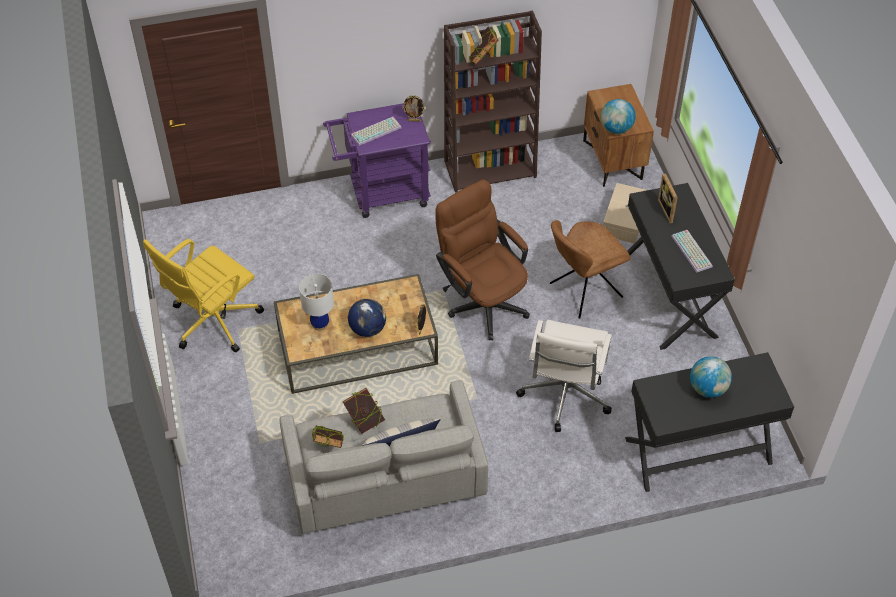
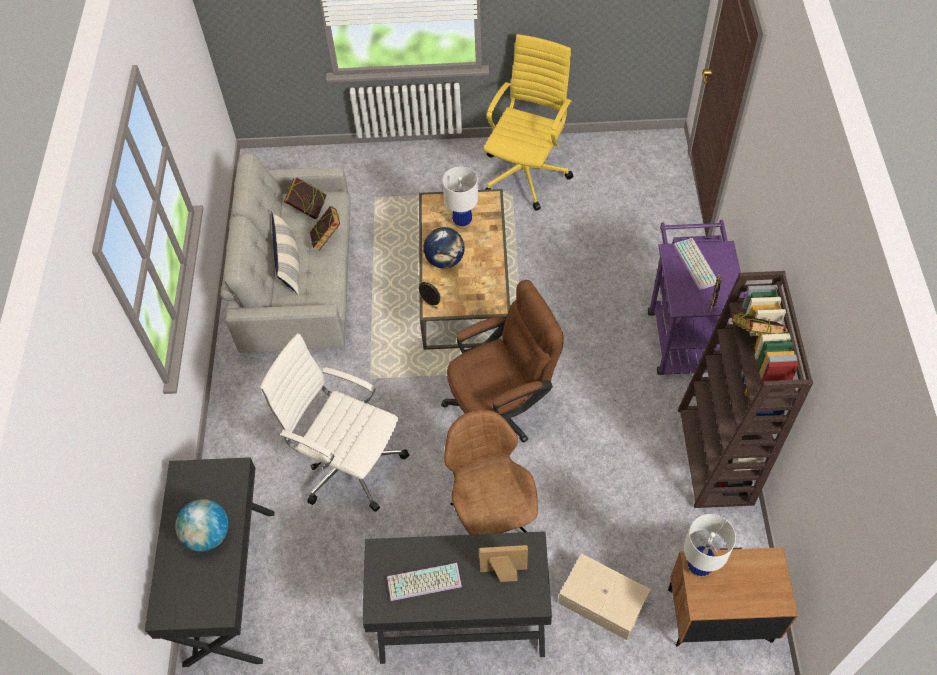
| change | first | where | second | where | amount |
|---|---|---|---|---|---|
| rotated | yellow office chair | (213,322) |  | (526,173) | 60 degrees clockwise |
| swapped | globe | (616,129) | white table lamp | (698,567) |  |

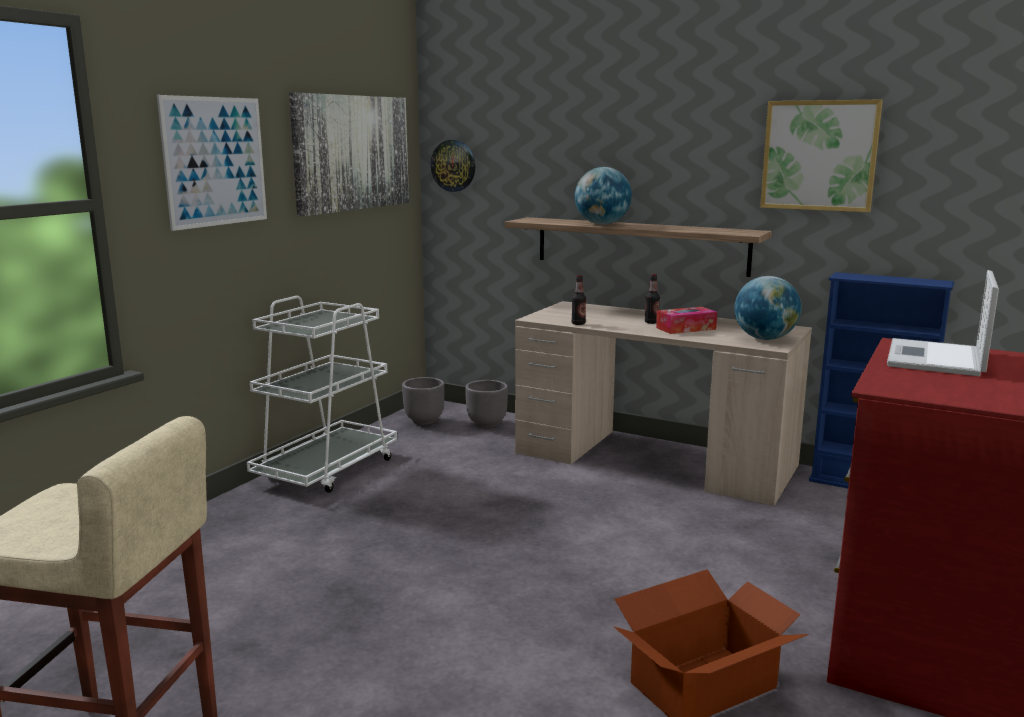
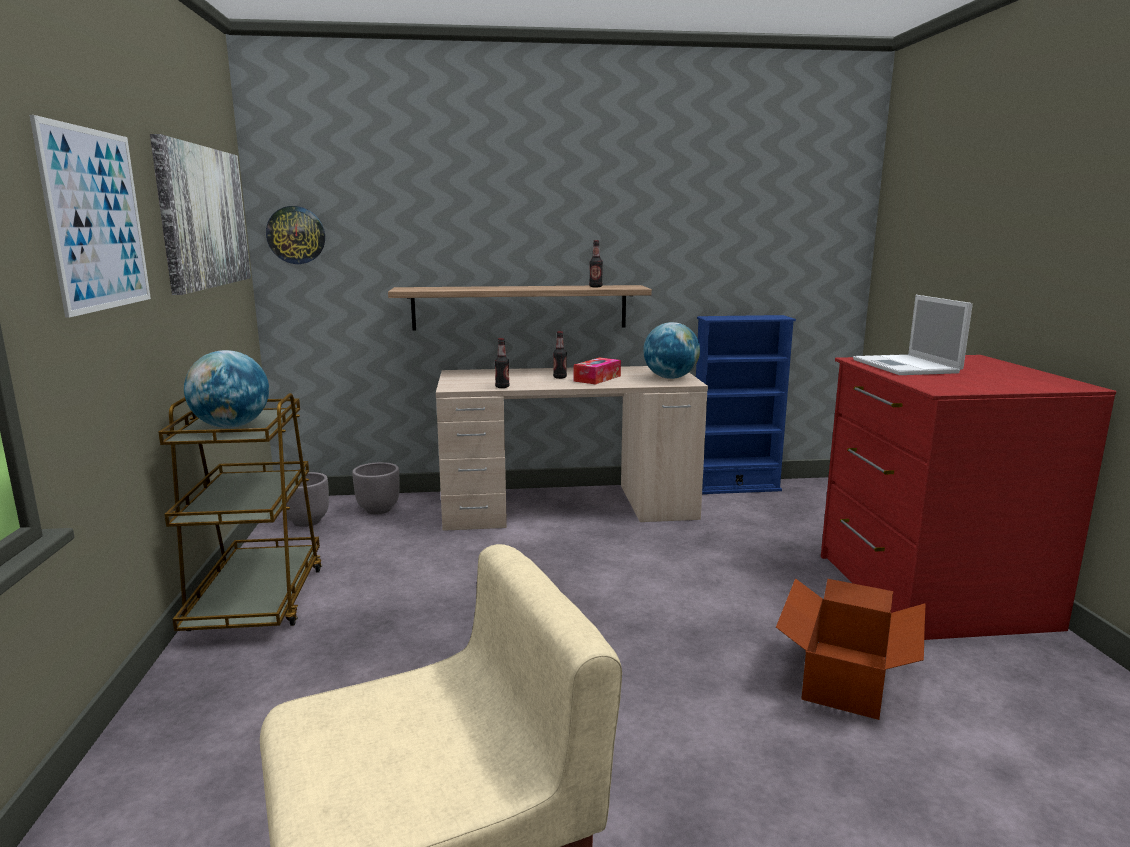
| change | first | where | second | where | amount |
|---|---|---|---|---|---|
| repainted | white cart | (327,469) | brown cart | (257,601) |  |
| shifted | globe | (602,224) |  | (231,426) |  |
| new |  |  | bottle | (595,287) |  |
| gone | picture | (819,155) |  |  |  |

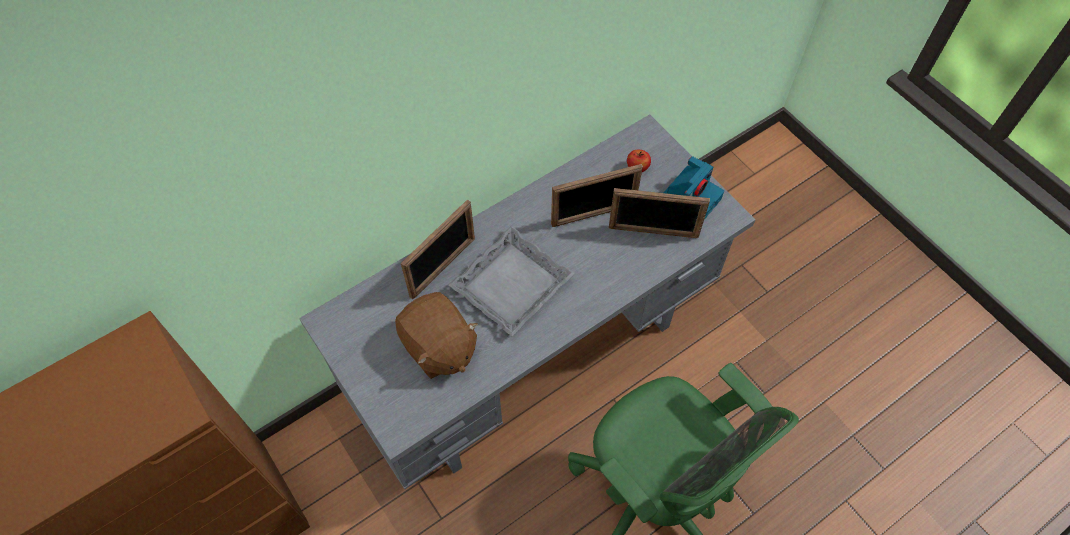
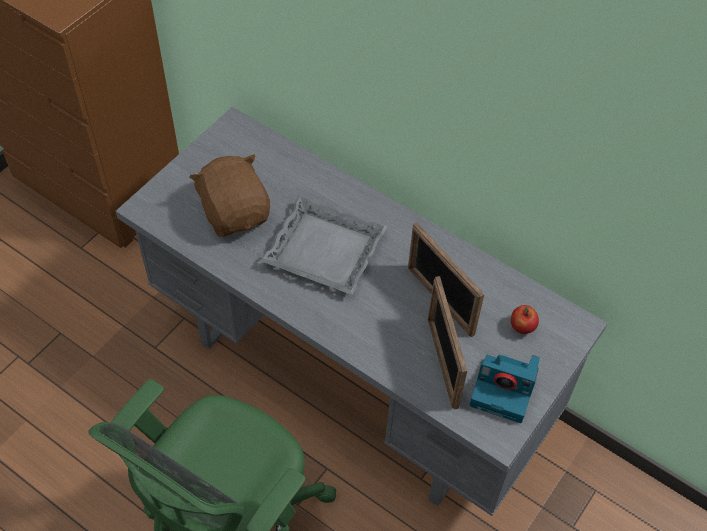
| change | first | where | second | where | amount |
|---|---|---|---|---|---|
| rotated | brown plush toy | (438,347) |  | (235,213) | 120 degrees clockwise |
| gone | picture frame | (443,267) |  |  |  |

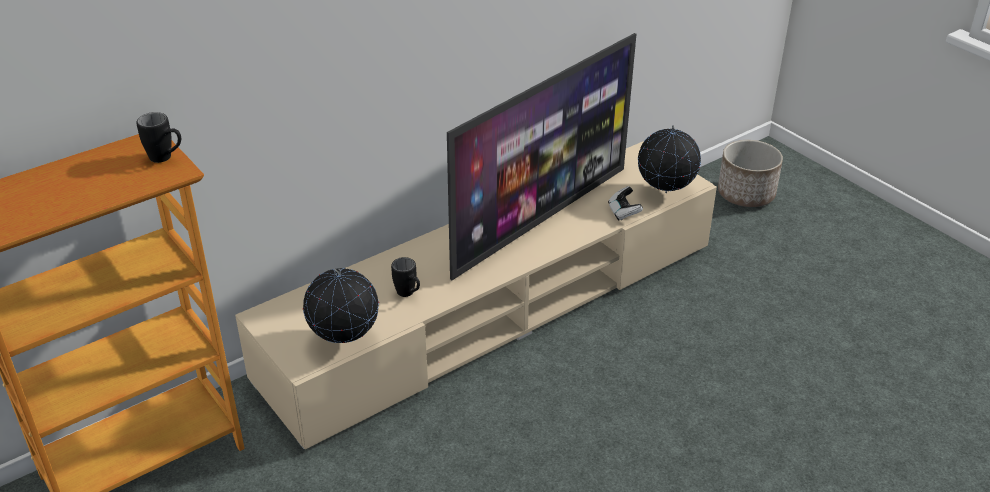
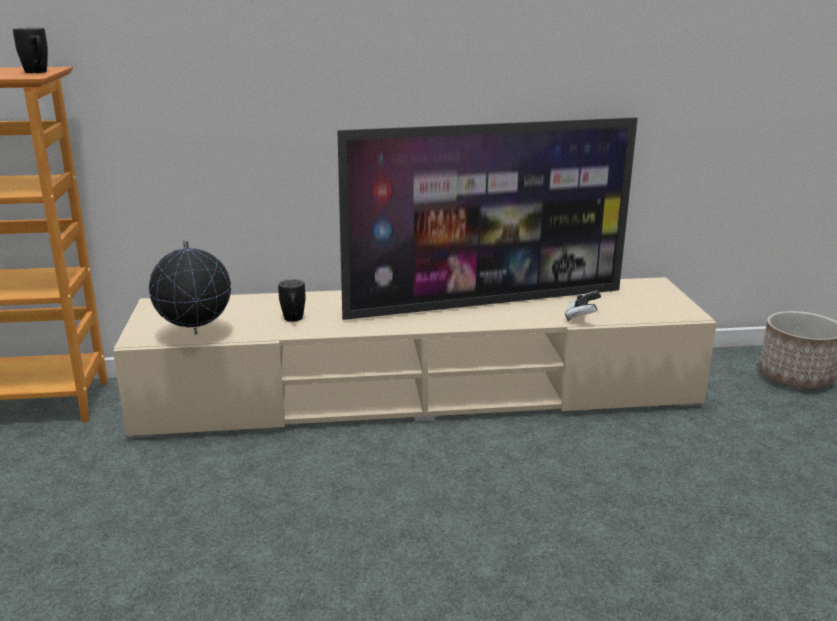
| change | first | where | second | where | amount |
|---|---|---|---|---|---|
| gone | globe | (665,193) |  |  |  |

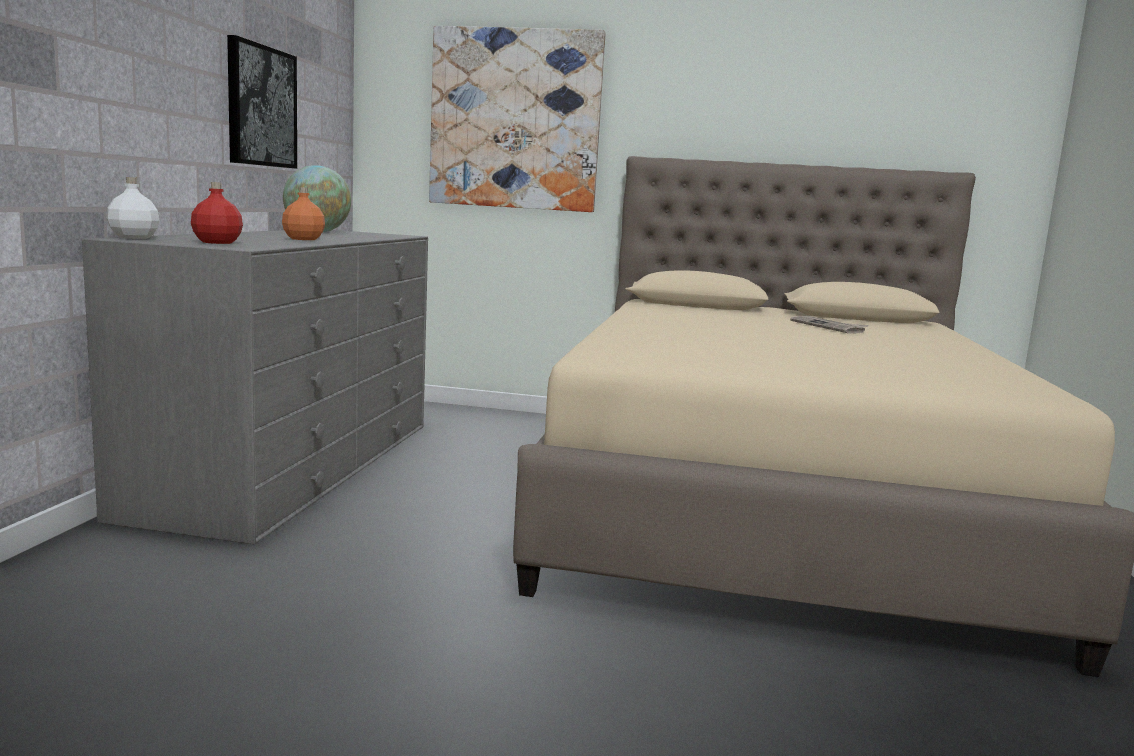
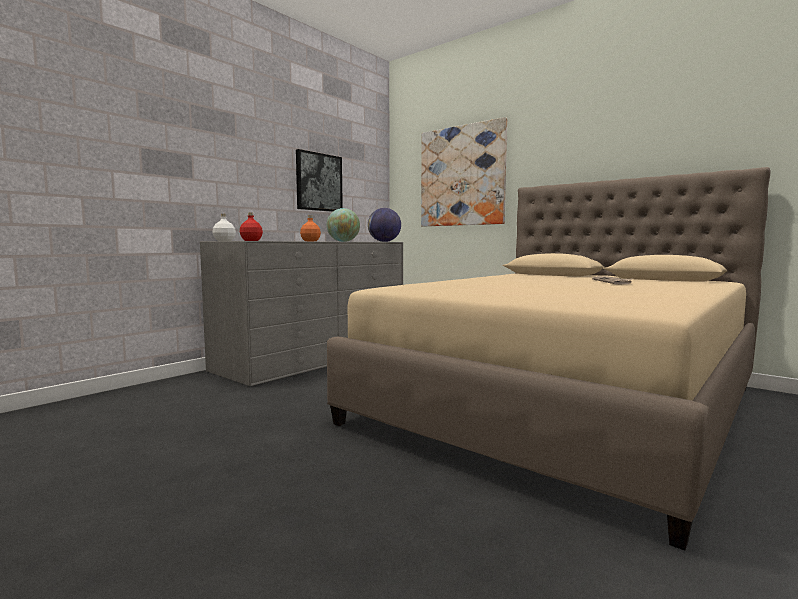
| change | first | where | second | where | amount |
|---|---|---|---|---|---|
| new |  |  | globe | (384,241) |  |

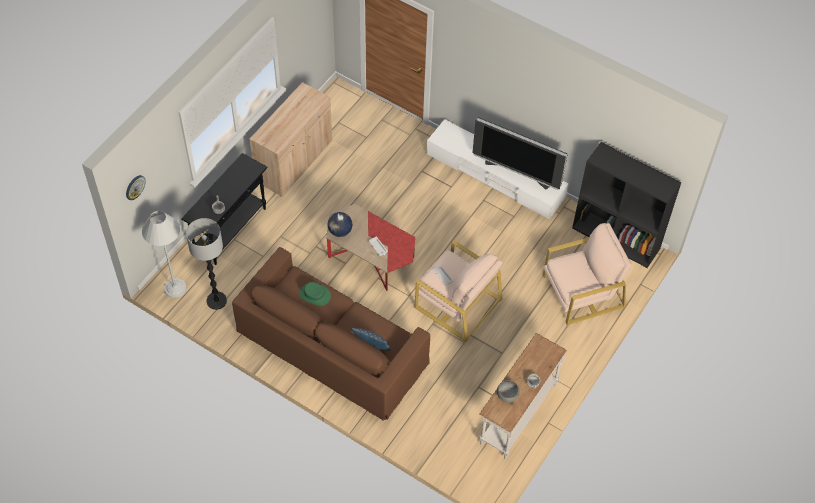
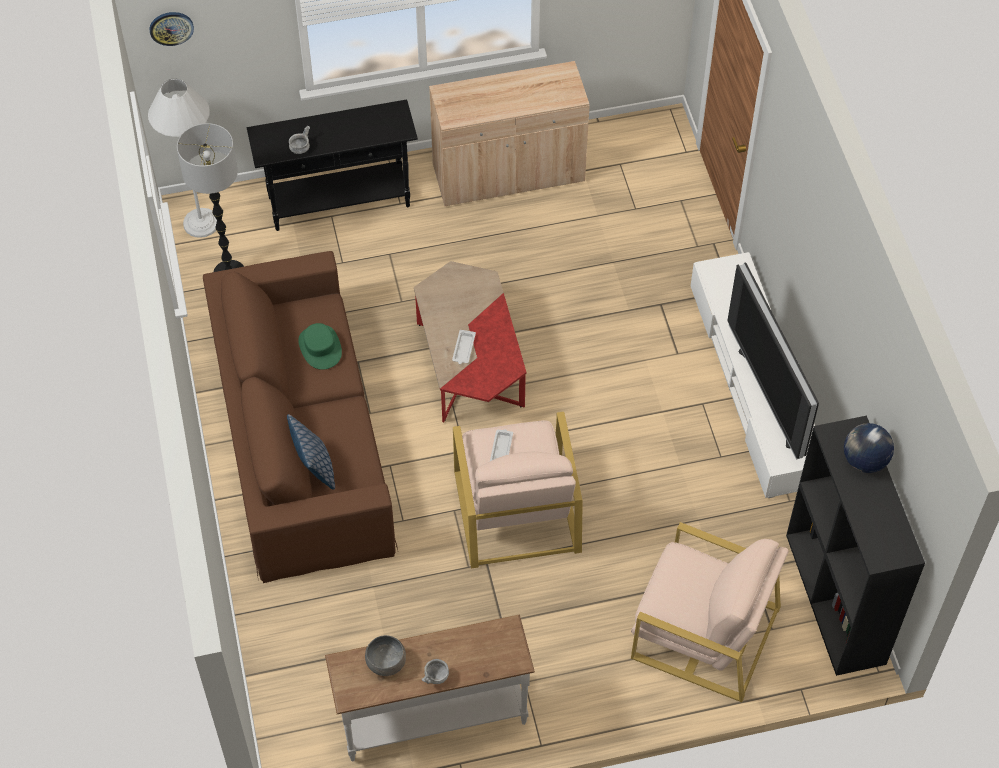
| change | first | where | second | where | amount |
|---|---|---|---|---|---|
| shifted | globe | (340,231) |  | (864,460) |  |

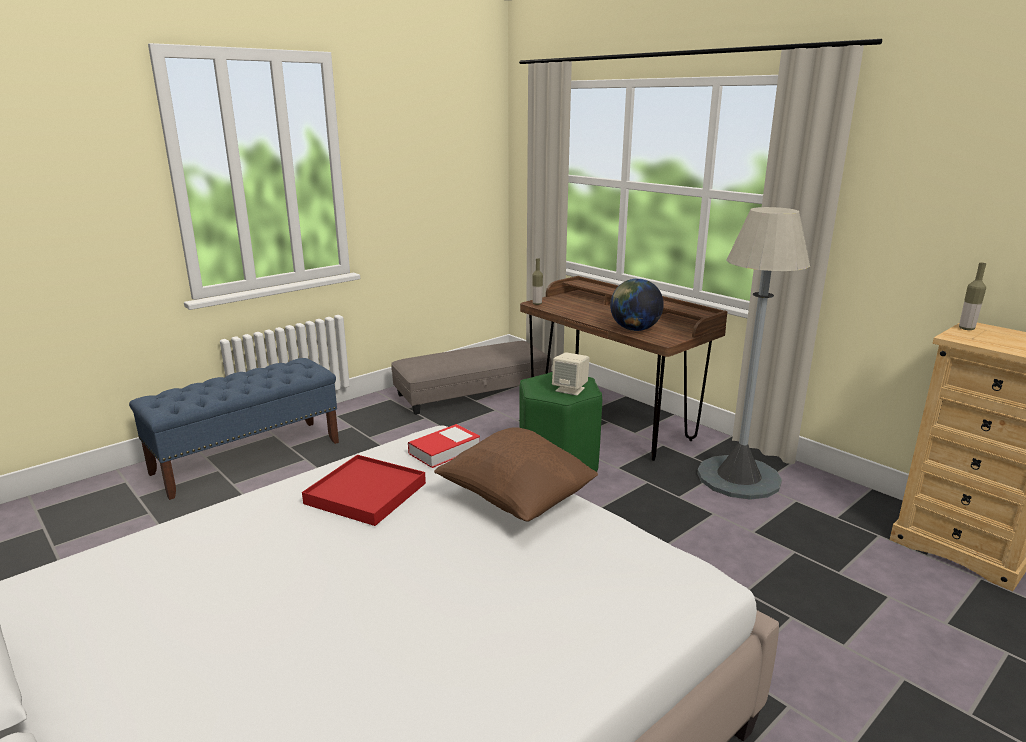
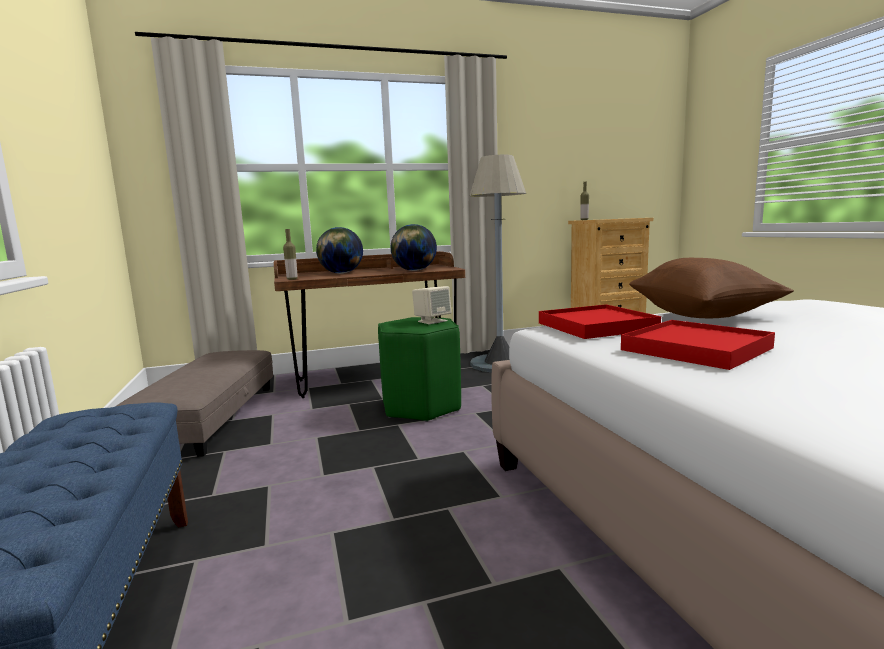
| change | first | where | second | where | amount |
|---|---|---|---|---|---|
| new |  |  | globe | (341,273) |  |
| swapped | book | (444,451) | red tray | (596,326) |  |

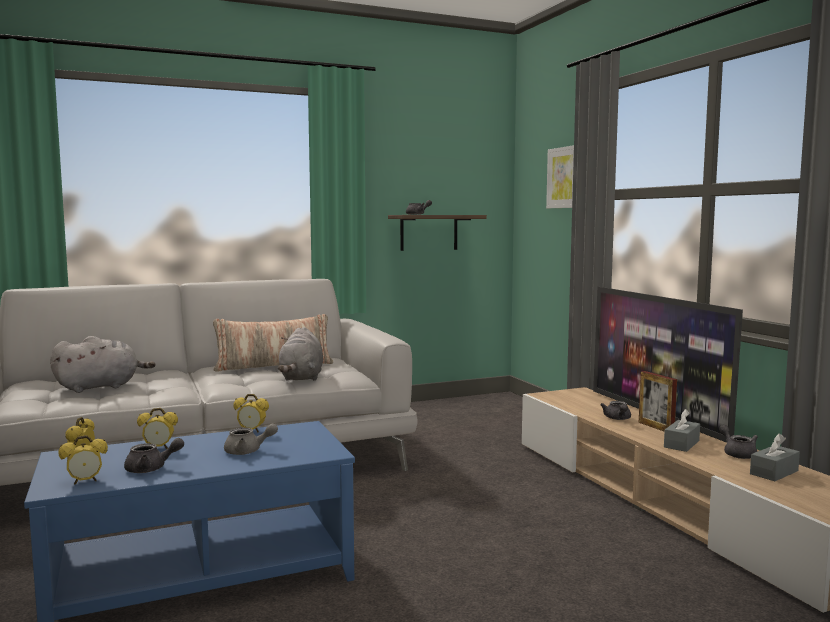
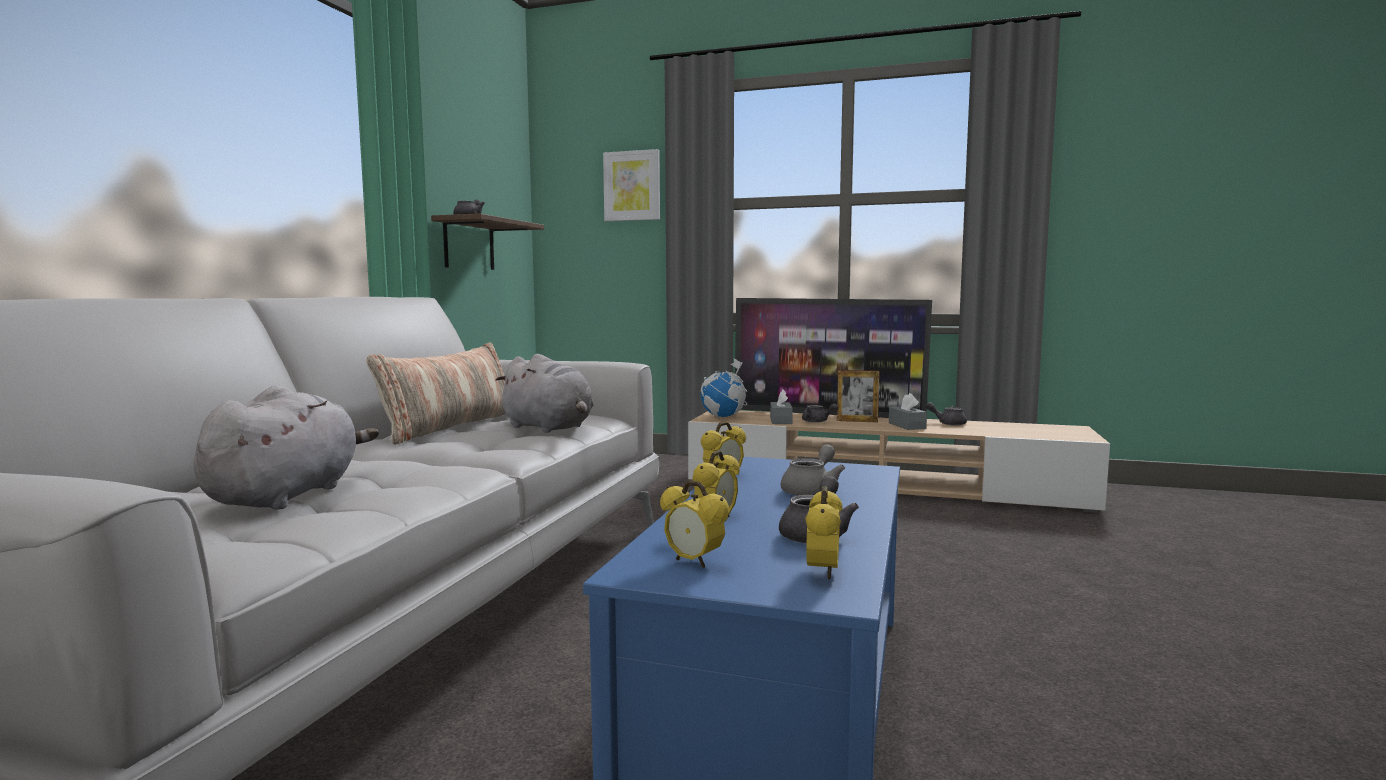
| change | first | where | second | where | amount |
|---|---|---|---|---|---|
| new |  |  | globe | (723,416) |  |
| shifted | grey tissue box | (774,472) |  | (781,420) |  |

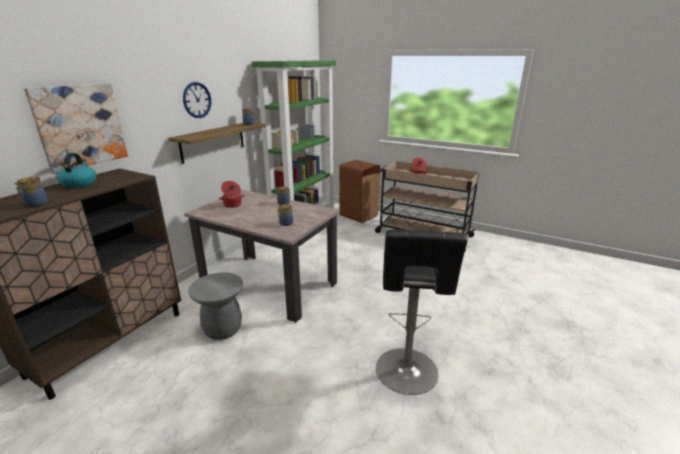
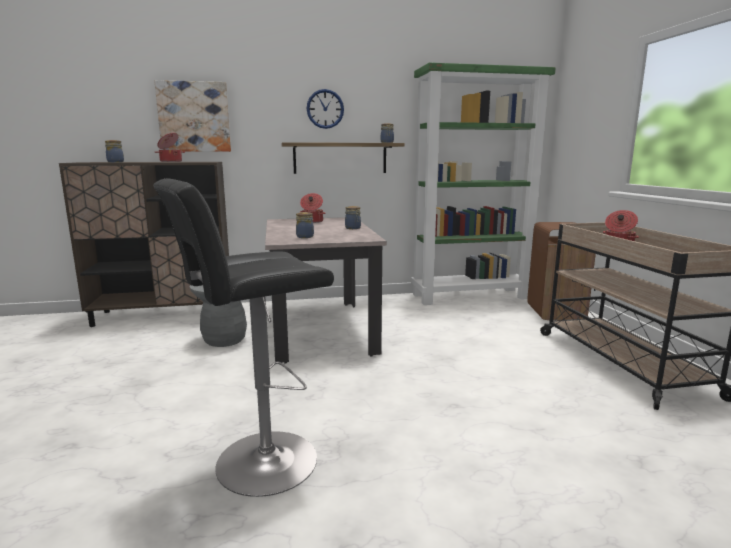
| change | first | where | second | where | amount |
|---|---|---|---|---|---|
| swapped | kettle | (79,183) | cooking pot | (170,161) |  |

